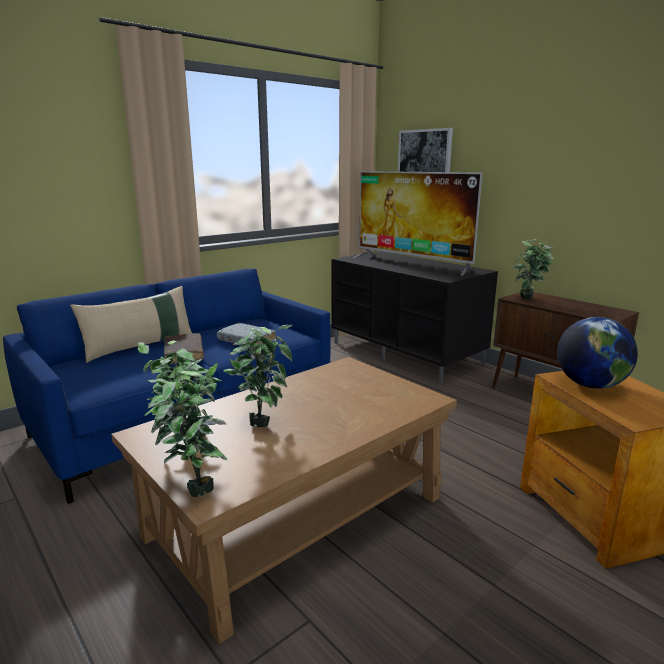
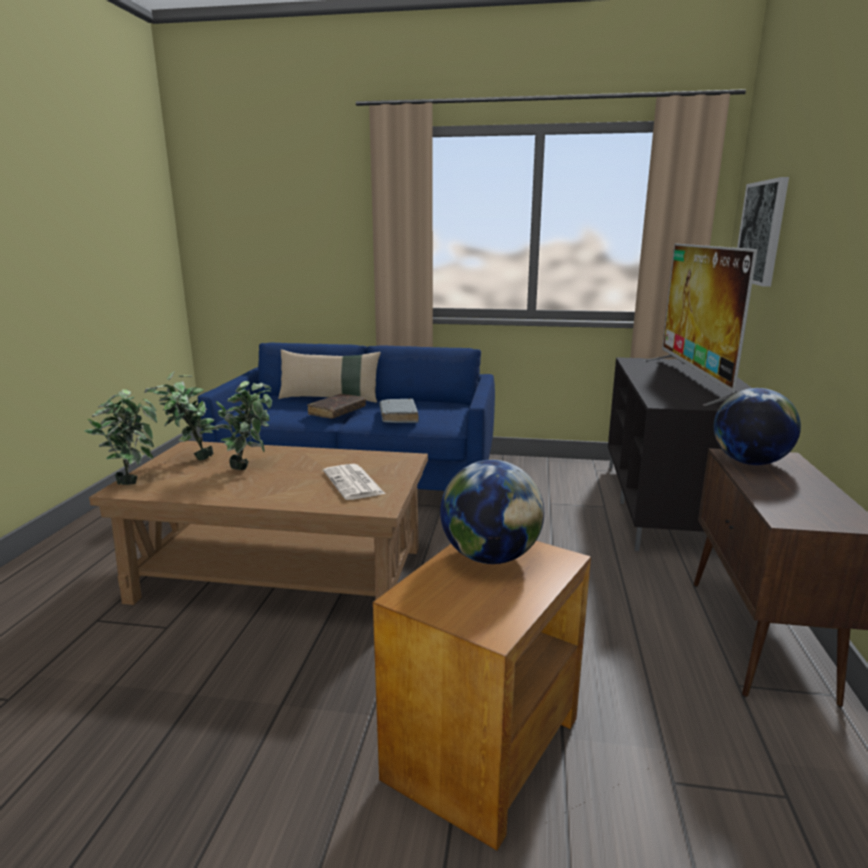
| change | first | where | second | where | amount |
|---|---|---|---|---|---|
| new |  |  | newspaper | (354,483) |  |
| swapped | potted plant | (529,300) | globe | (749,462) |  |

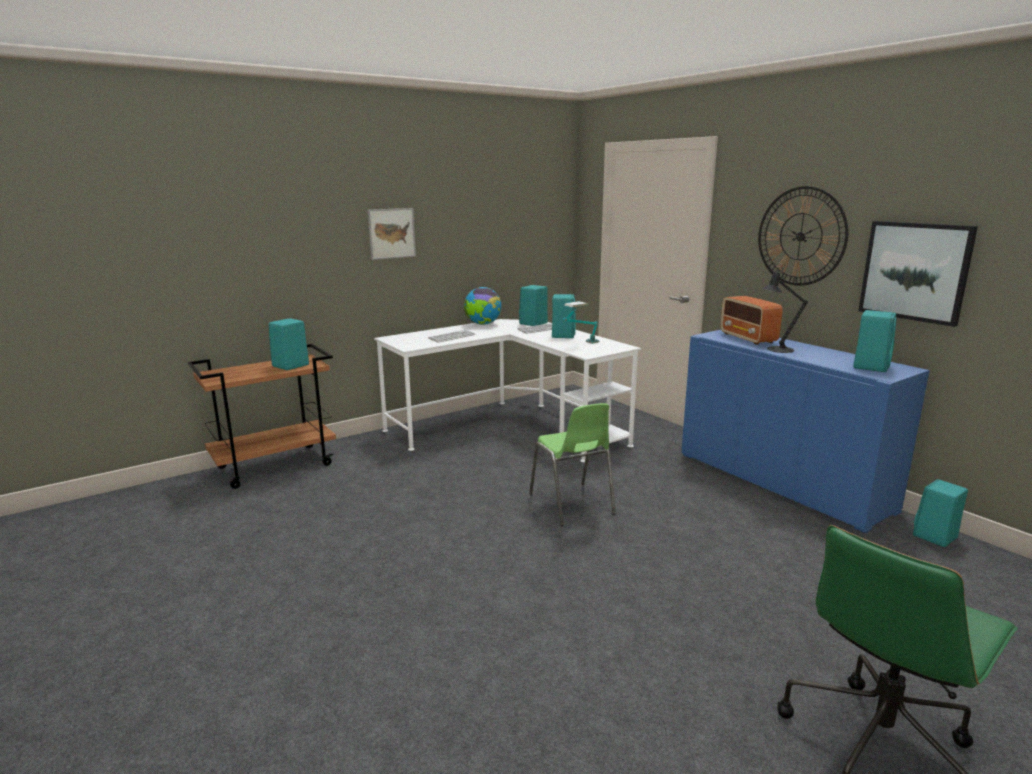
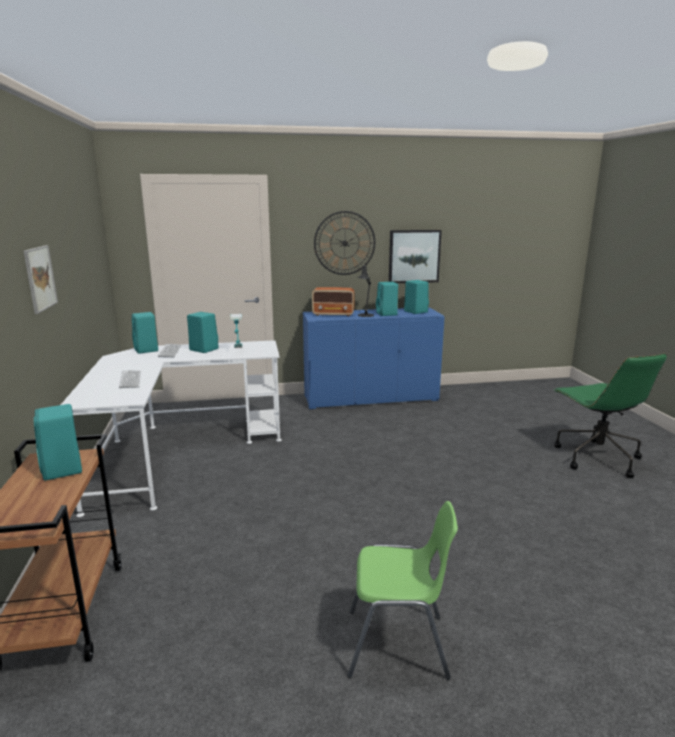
| change | first | where | second | where | amount |
|---|---|---|---|---|---|
| shifted | green chair | (572,504) |  | (398,645) |  |
| shifted | turquoise speaker | (934,537) |  | (387,314) |  |
| gone | globe | (483,324) |  |  |  |

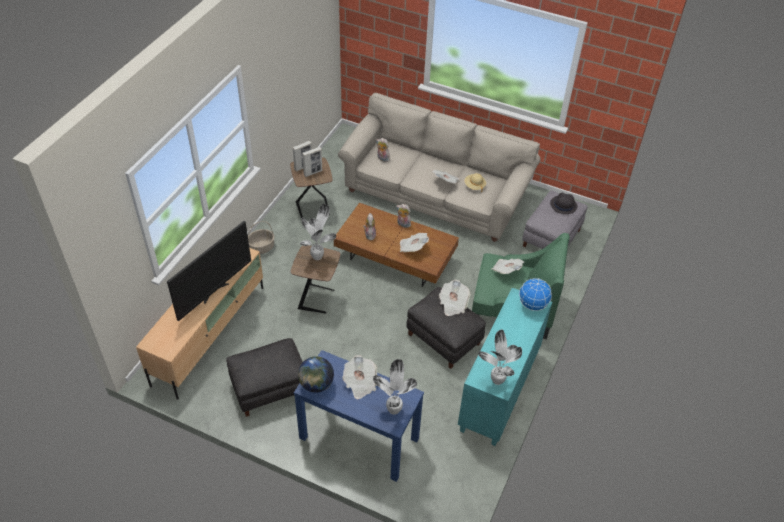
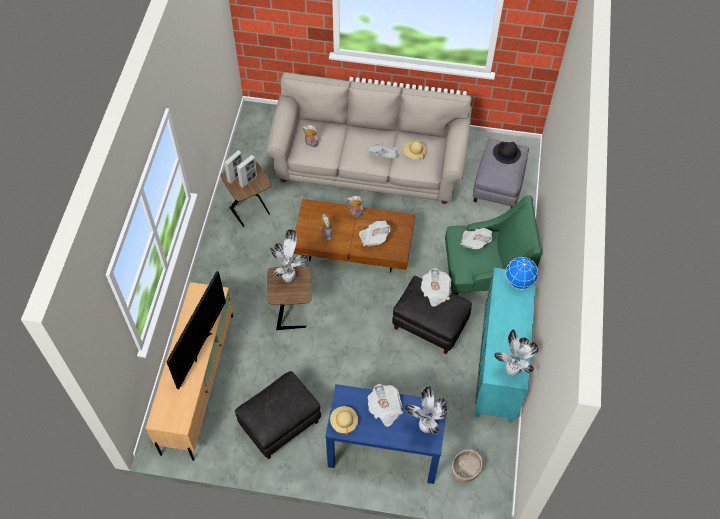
| change | first | where | second | where | amount |
|---|---|---|---|---|---|
| swapped | globe | (316,384) | beige hat | (344,422) |  |
| shifted | basket | (261,247) |  | (465,470) |  |

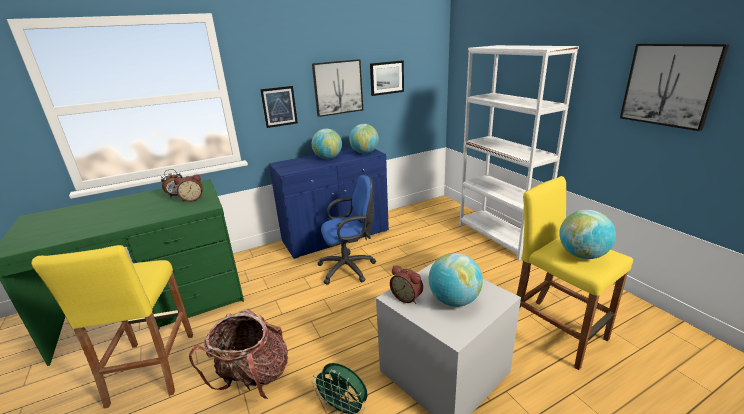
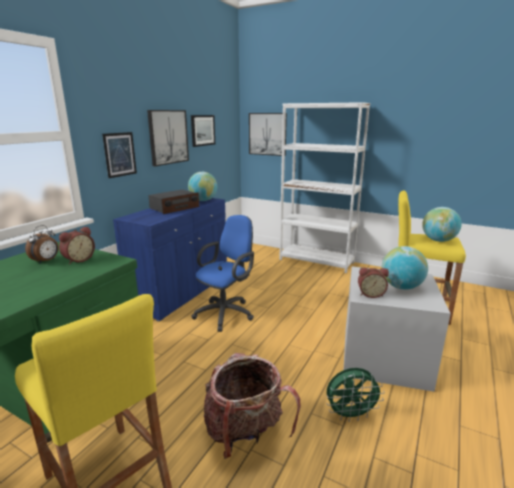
| change | first | where | second | where | amount |
|---|---|---|---|---|---|
| swapped | globe | (328,158) | radio | (174,208) |  |
| shifted | picture | (669,85) |  | (267,134) |  |

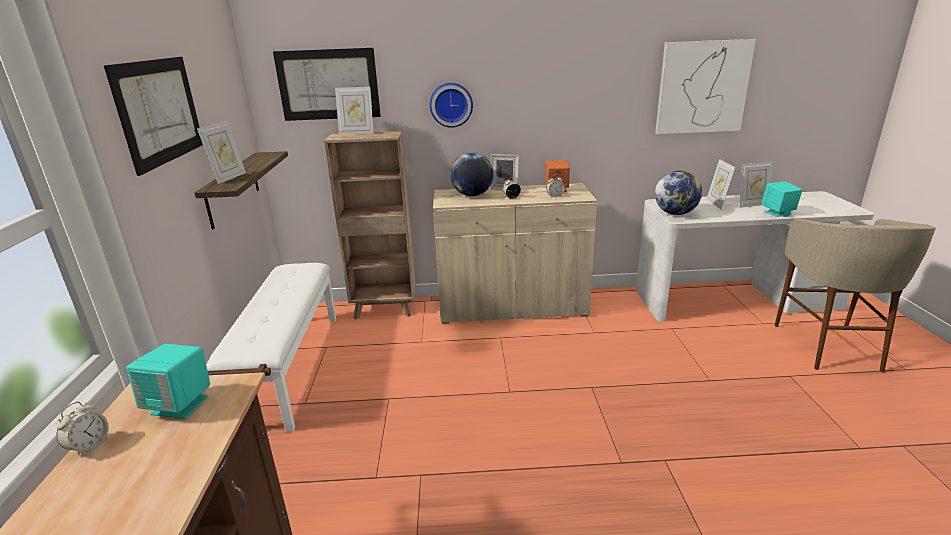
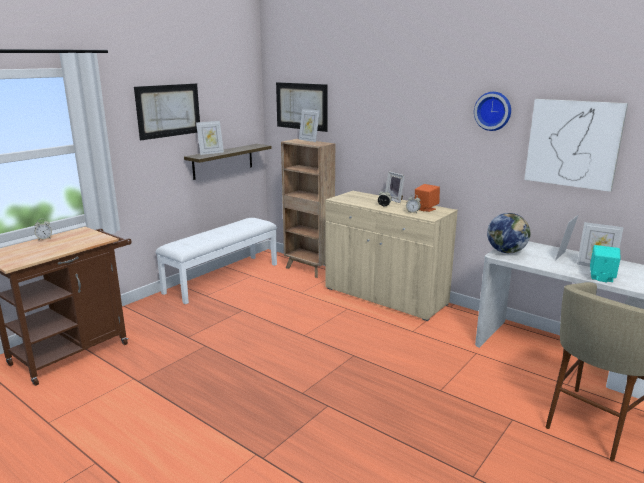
| change | first | where | second | where | amount |
|---|---|---|---|---|---|
| shifted | wall clock | (451,104) |  | (493,111) |  |
| gone | turquoise speaker | (180,405) |  |  |  |
| gone | globe | (472,195) |  |  |  |

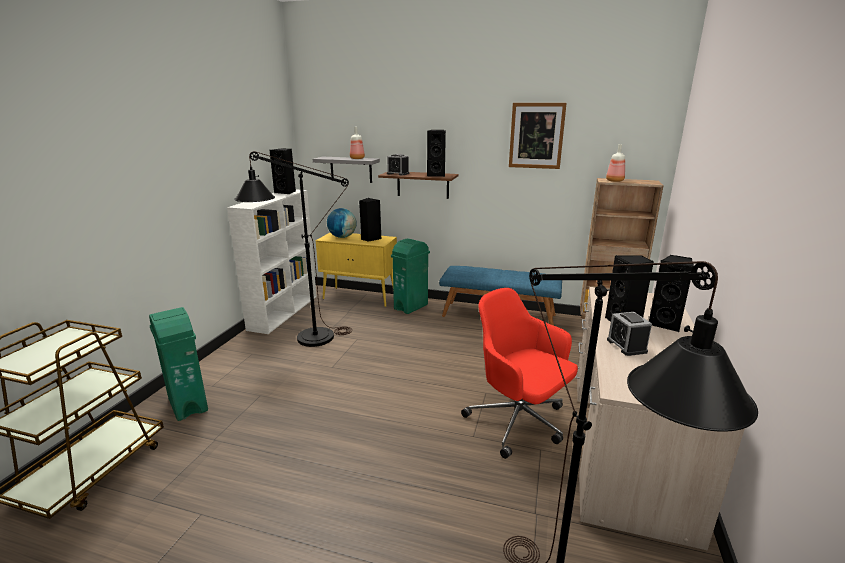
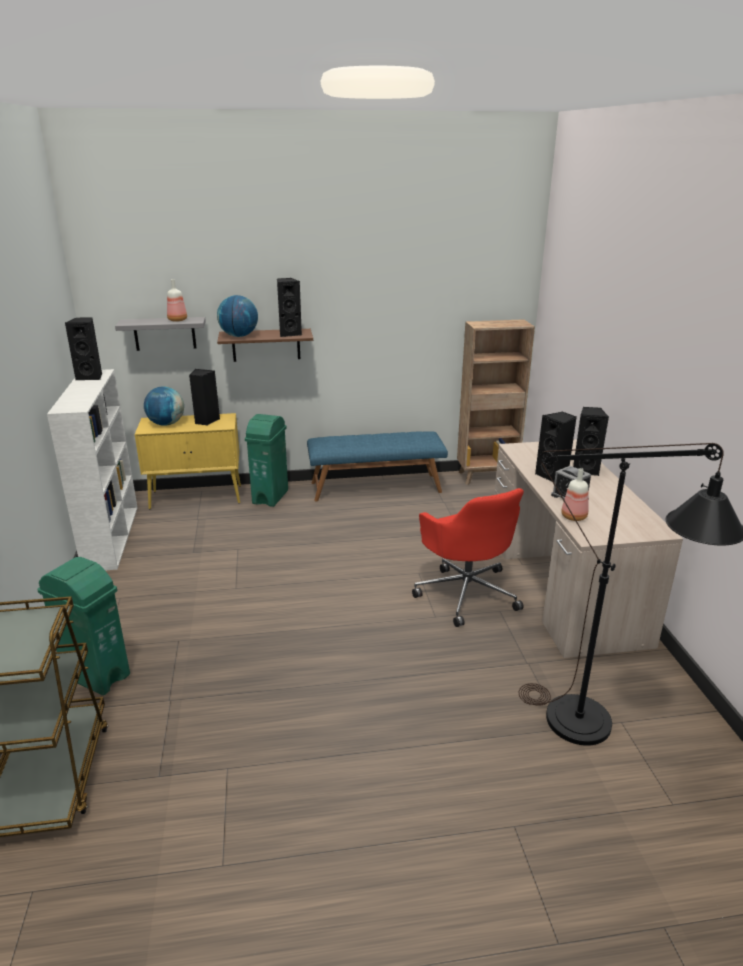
| change | first | where | second | where | amount |
|---|---|---|---|---|---|
| swapped | alarm clock | (398,173) | globe | (239,336) |  |
| rotated | red office chair | (518,422) |  | (466,592) | 135 degrees counterclockwise |
| shifted | bottle | (615,181) |  | (574,517) |  |
| gone | black floor lamp | (305,340) |  |  |  |
| gone | picture | (536,136) |  |  |  |

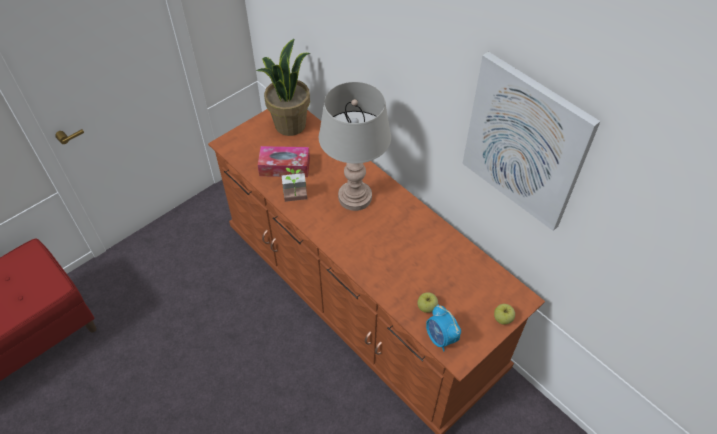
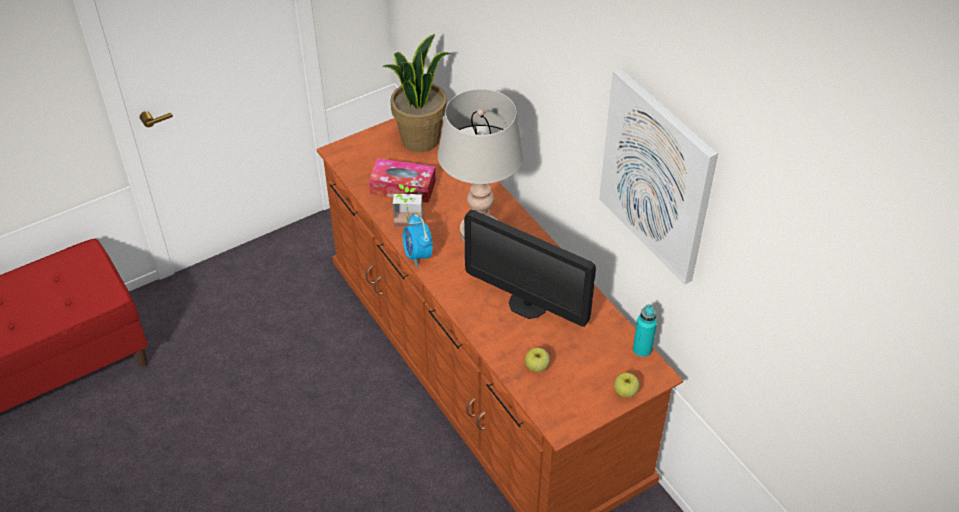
| change | first | where | second | where | amount |
|---|---|---|---|---|---|
| shifted | alarm clock | (440,338) |  | (418,255) |  |
| new |  |  | monitor | (528,304) |  |
| new |  |  | turquoise bottle | (642,349) |  |

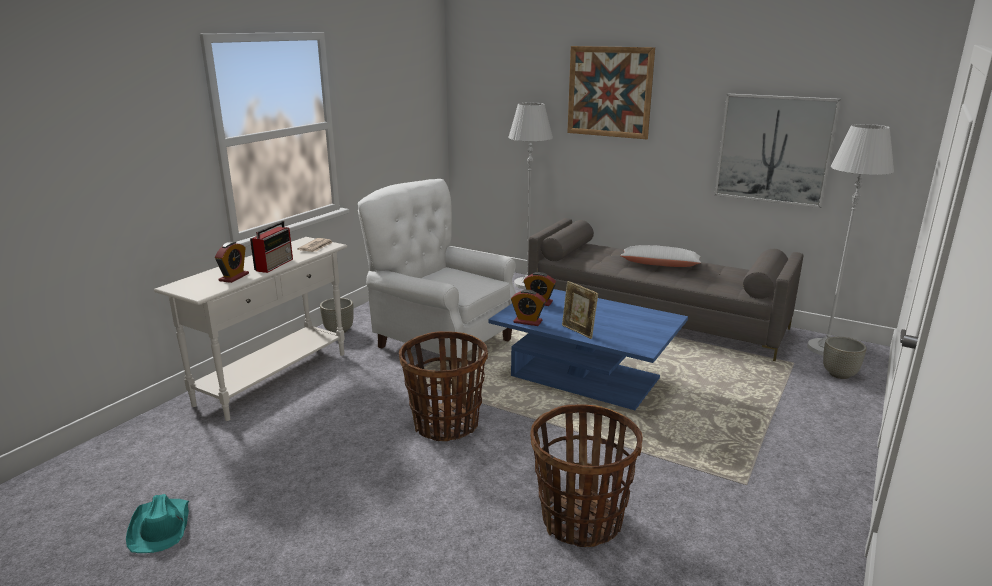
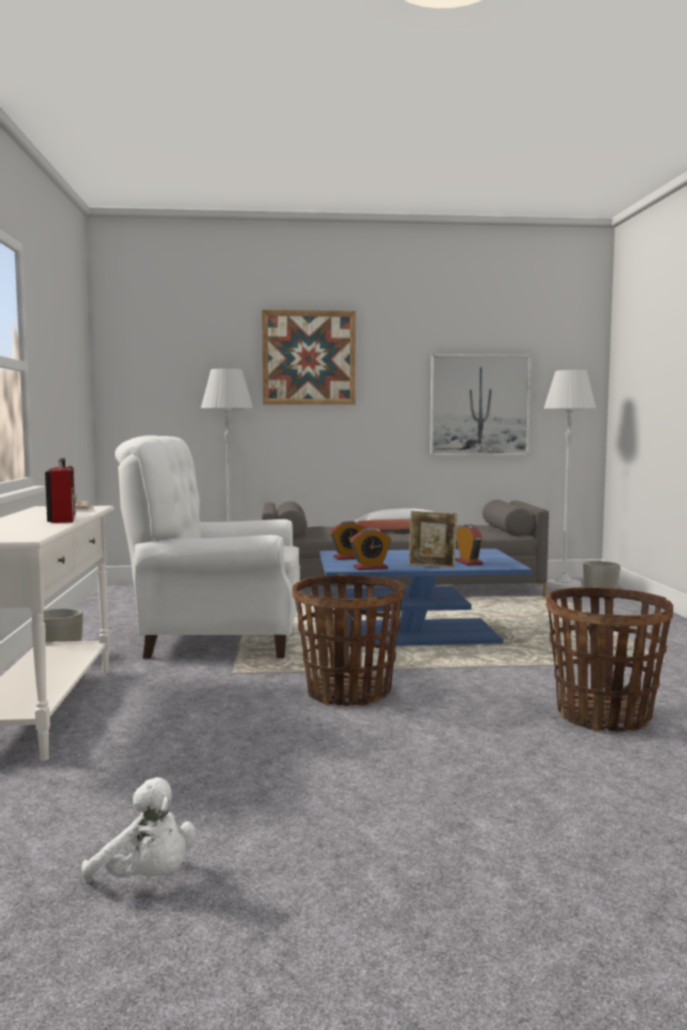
| change | first | where | second | where | amount |
|---|---|---|---|---|---|
| swapped | turquoise hat | (160,527) | white plush toy | (147,879) |  |
| shifted | alarm clock | (234,277) |  | (468,562) |  |

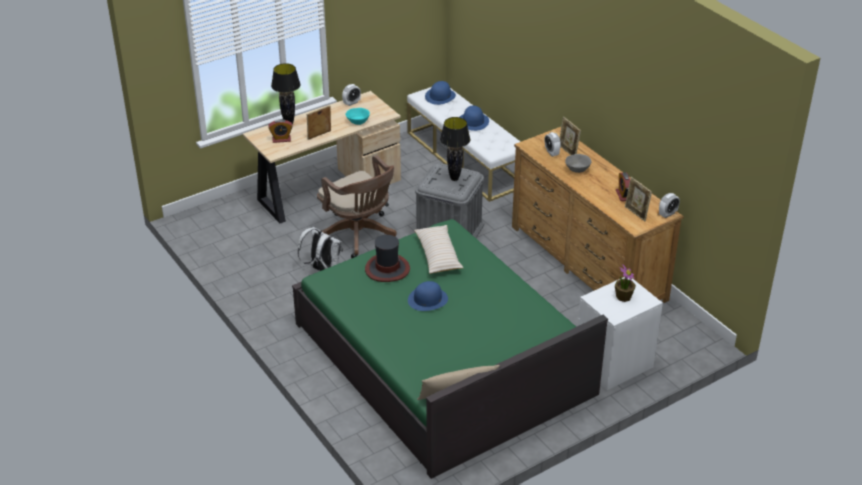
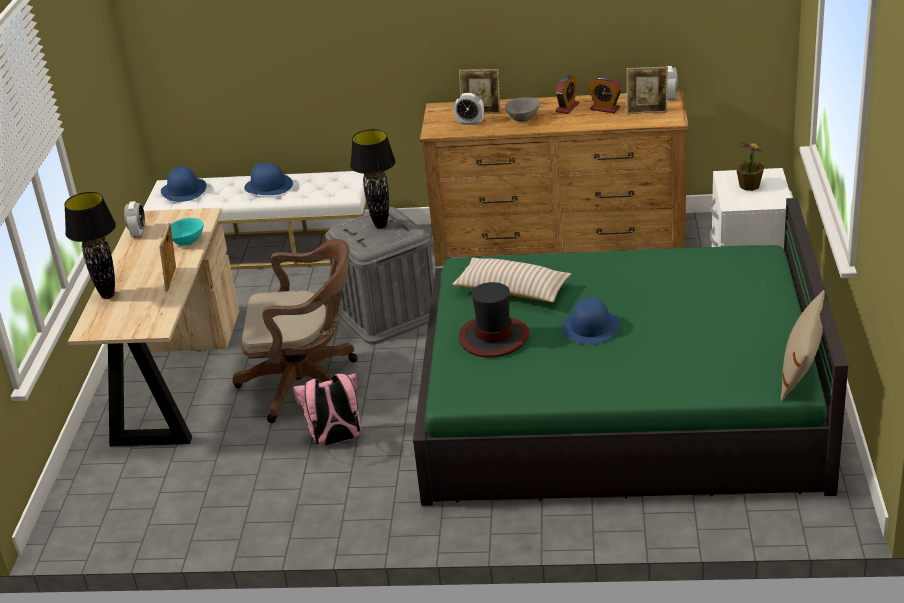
| change | first | where | second | where | amount |
|---|---|---|---|---|---|
| repainted | white backpack | (322,269) | pink backpack | (336,440) |  |
| shifted | alarm clock | (281,139) |  | (567,108) |  |

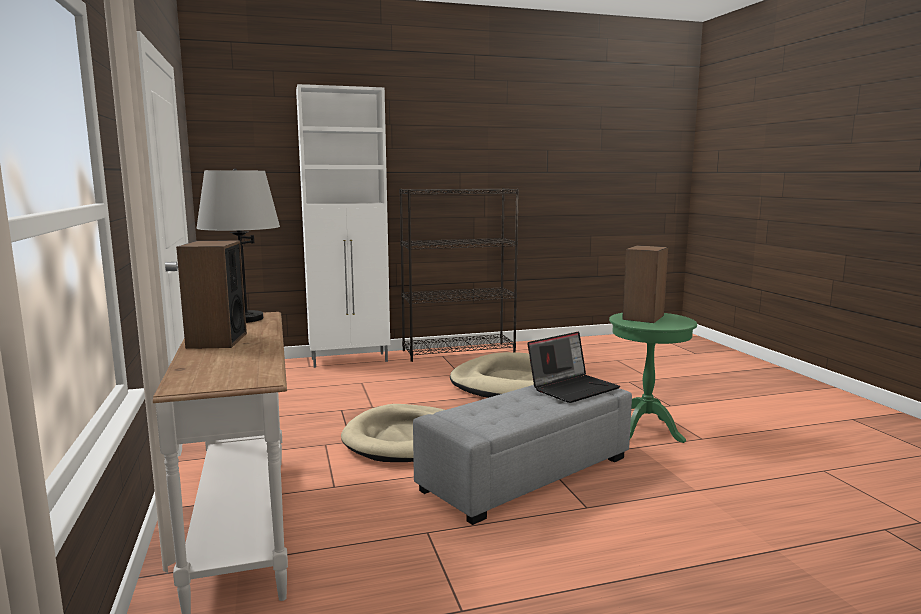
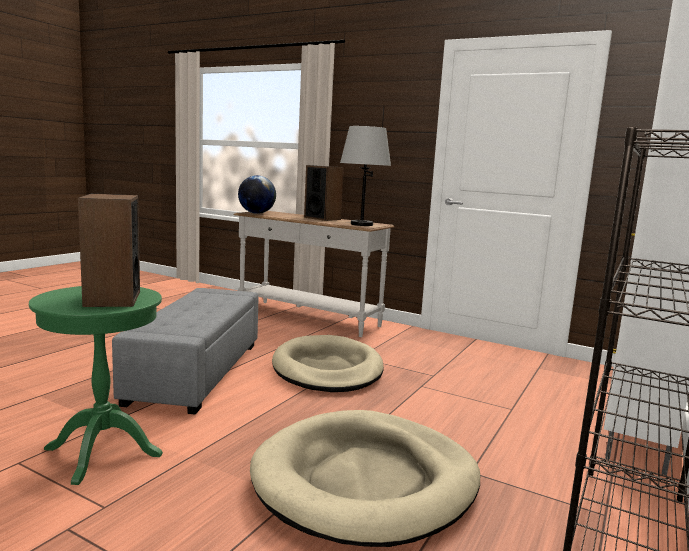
| change | first | where | second | where | amount |
|---|---|---|---|---|---|
| new |  |  | globe | (256,213) |  |
| gone | laptop | (573,388) |  |  |  |

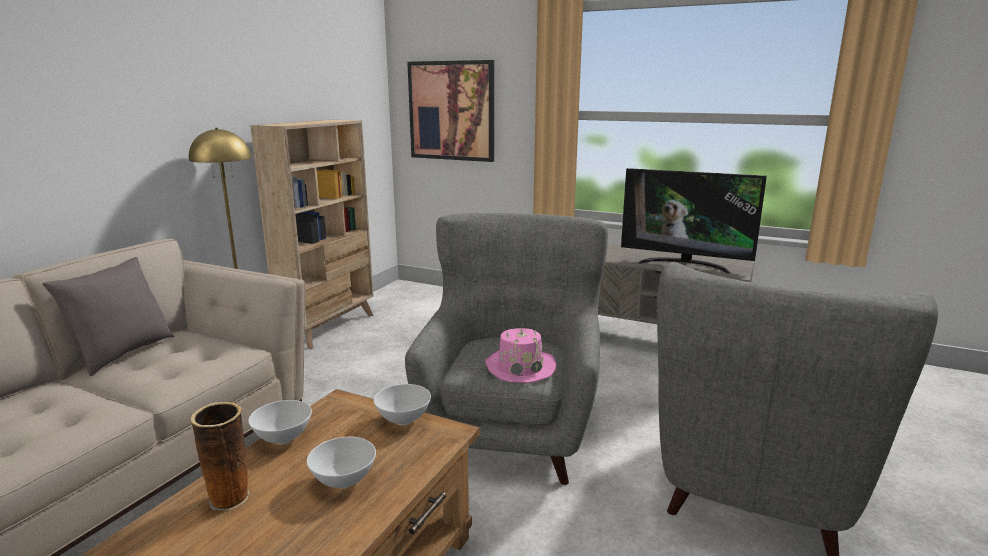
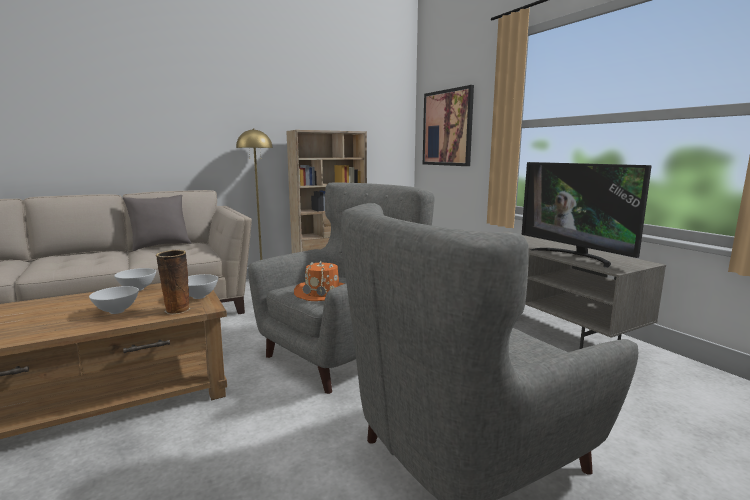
| change | first | where | second | where | amount |
|---|---|---|---|---|---|
| shifted | vase | (230,499) |  | (177,310) |  |
| repainted | pink hat | (520,367) | orange hat | (322,292) |  |

